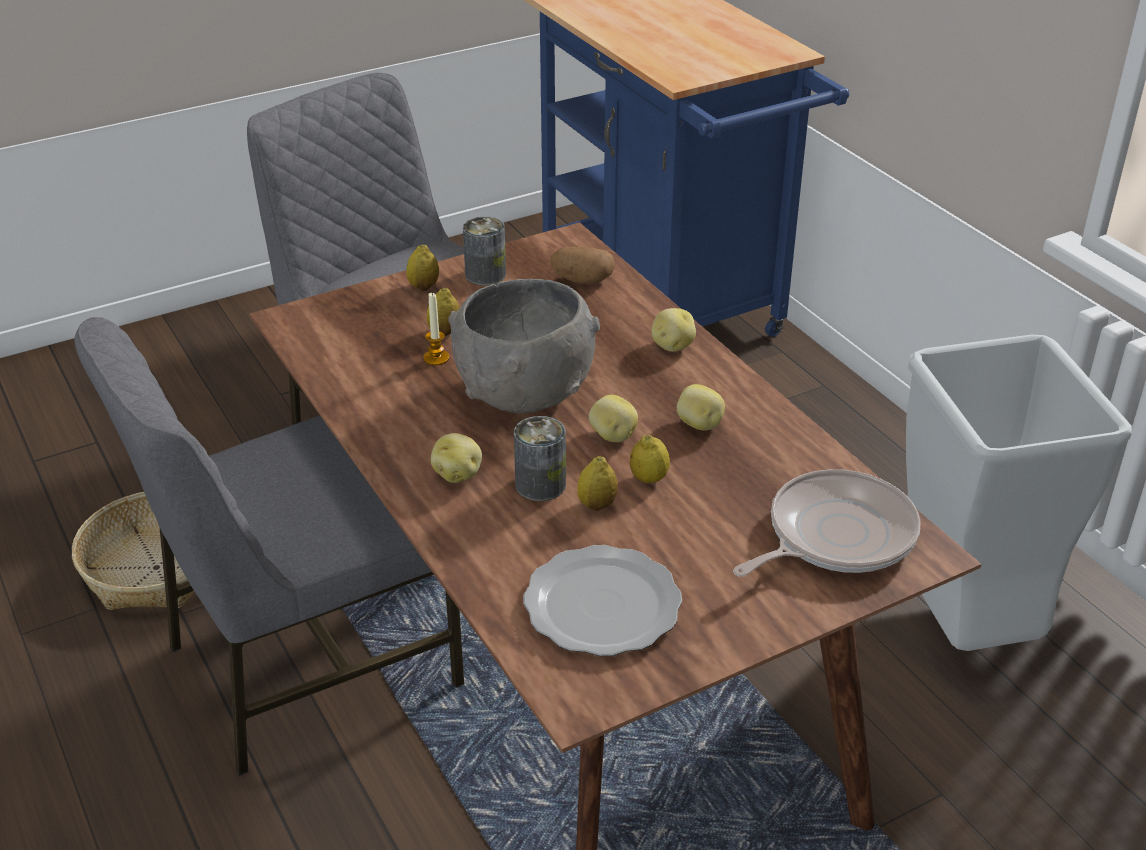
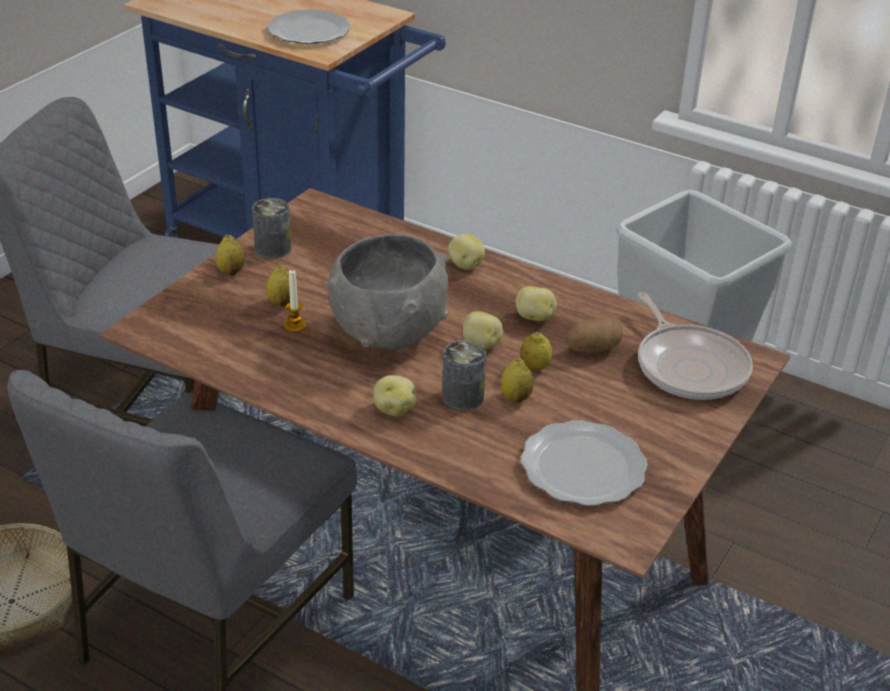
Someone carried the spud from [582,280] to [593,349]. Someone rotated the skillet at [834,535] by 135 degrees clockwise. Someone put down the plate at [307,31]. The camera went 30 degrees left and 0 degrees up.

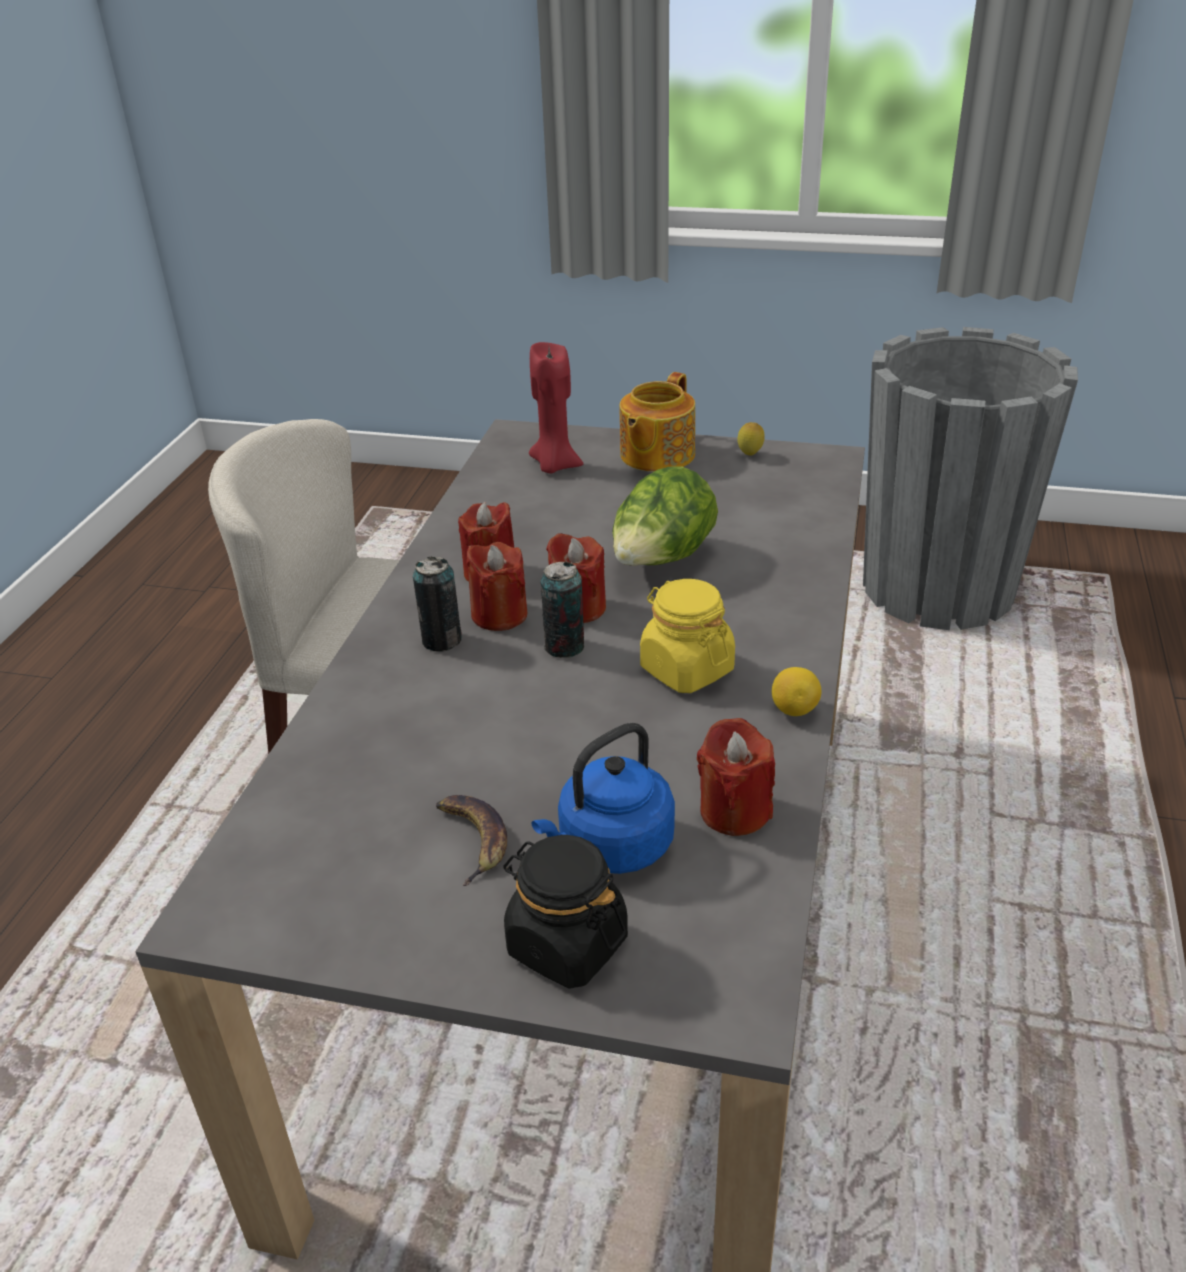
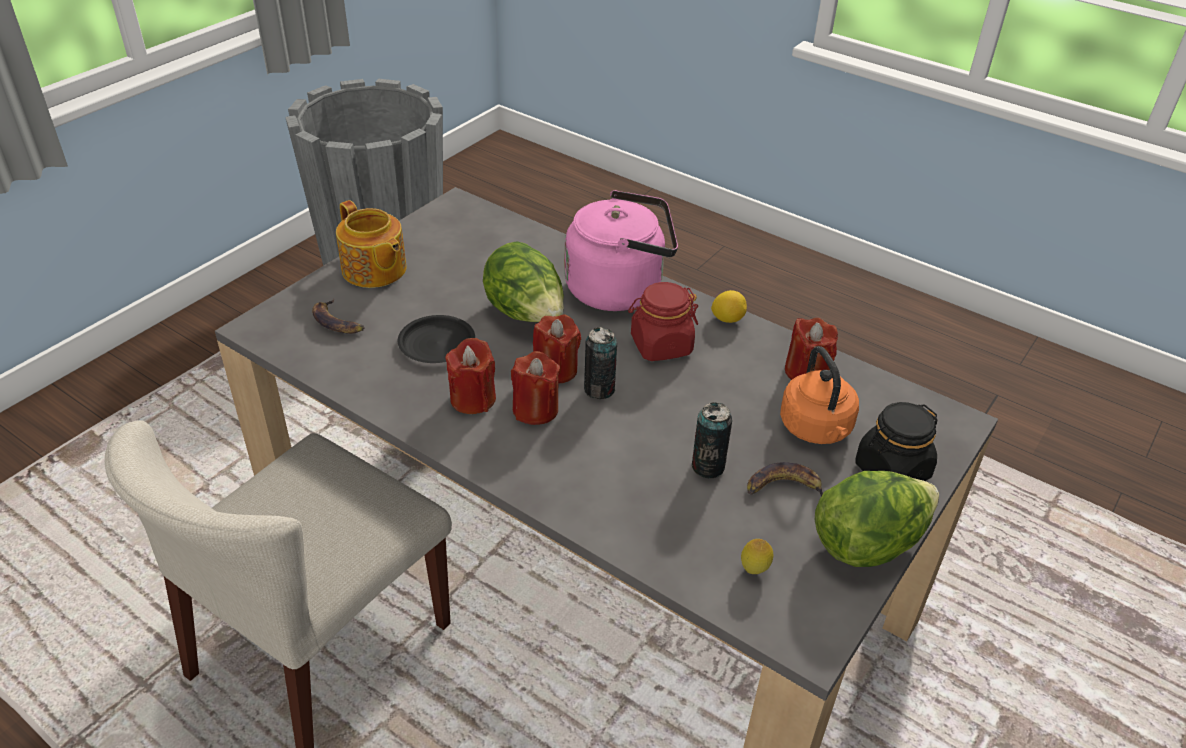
Someone swapped the wax light (red-coloured) at [554,466] for the banana at [337,322]. Someone carried the whole lemon from [750,455] to [754,570]. Someone carried the can from [442,640] to [708,466]. Someone repainted the storage jar (yellow) at [686,669], which became the storage jar (red-coloured) at [660,345]. Someone repainted the kettle (blue-coloured) at [611,847], which became the kettle (orange-coloured) at [816,429]. Someone put down the kettle (pink-coloured) at [620,289]. Someone put down the plate (black) at [437,344]. Someone put down the lettuce at [868,543]. The camera went 70 degrees left and 5 degrees up.

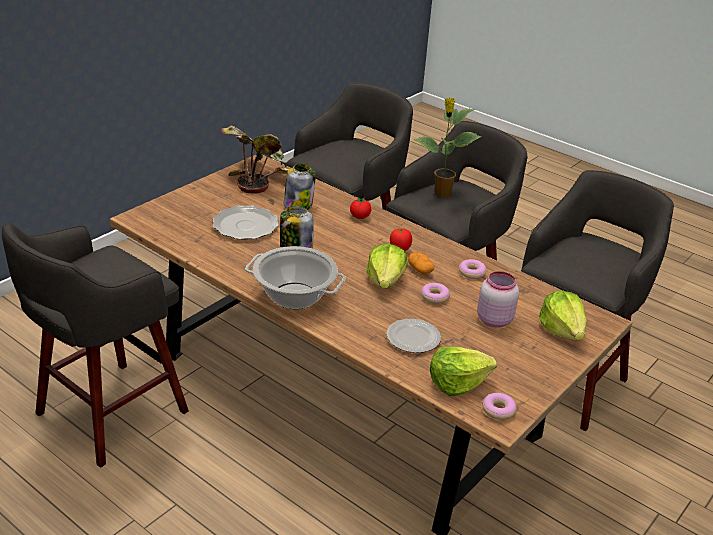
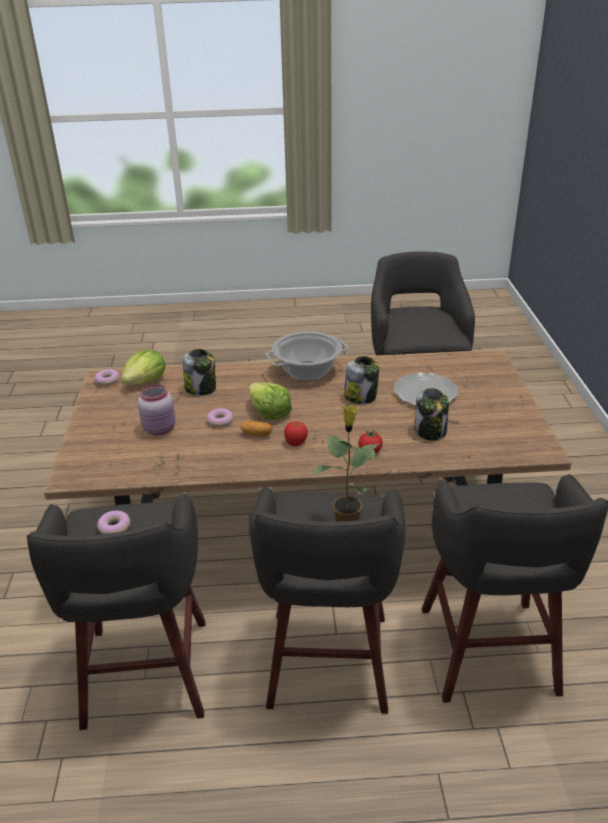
Someone took away the plant in a pot at [256,176]. Someone carried the ring doughnut from [471,272] to [114,527]. Someone took away the lettuce at [562,330]. Someone swapped the plate at [412,338] for the storage jar at [201,388]. The camera went 140 degrees right and 0 degrees up.

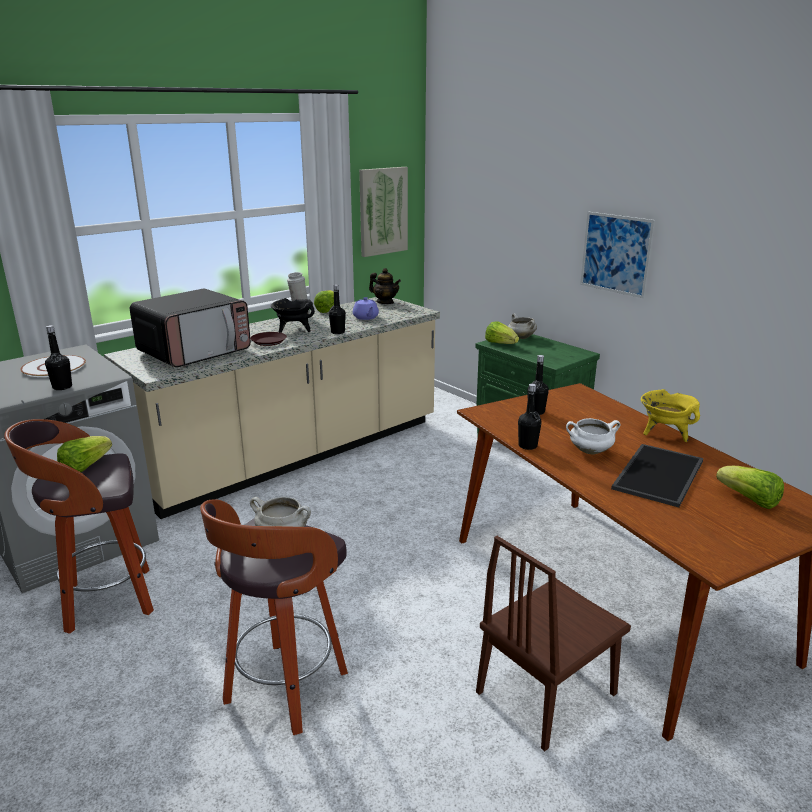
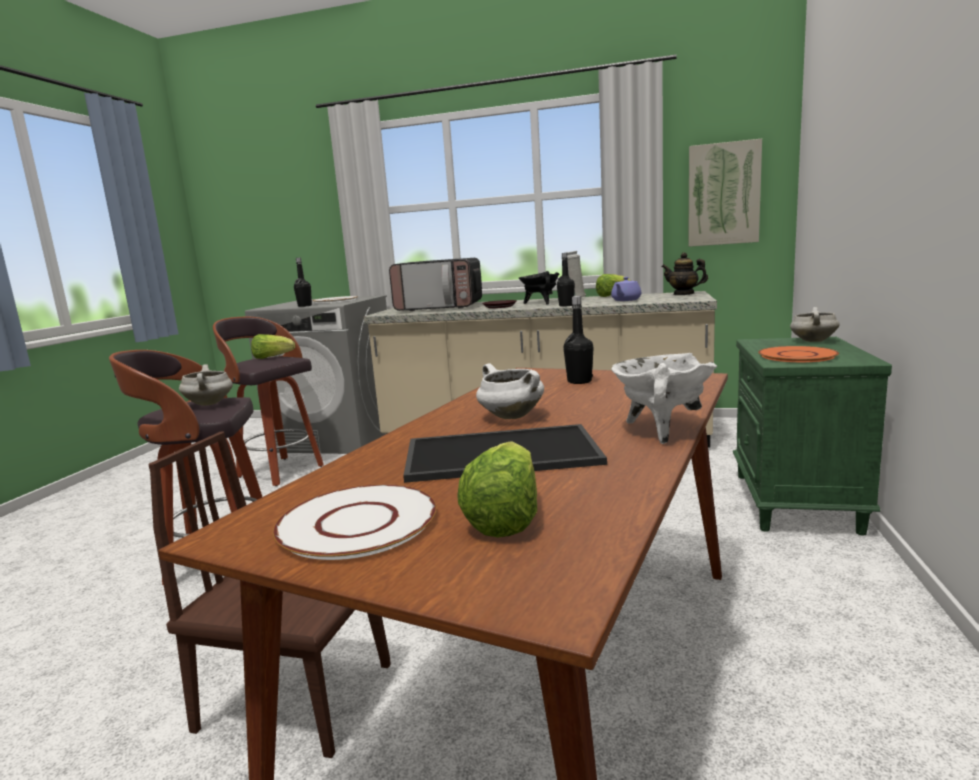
Someone took away the picture at [616,254]. Someone rotated the pot for tea at [385,302] by 120 degrees clockwise. Someone took away the lettuce at [500,344]. Someone took away the beverage bottle (black) at [527,446]. Someone repainted the stockpot (yellow) at [665,434], which became the stockpot (white-coloured) at [661,430]. Someone put down the plate (orange-coloured) at [796,356]. Someone put down the plate (white-coloured) at [358,522]. The camera went 55 degrees right and 10 degrees down.

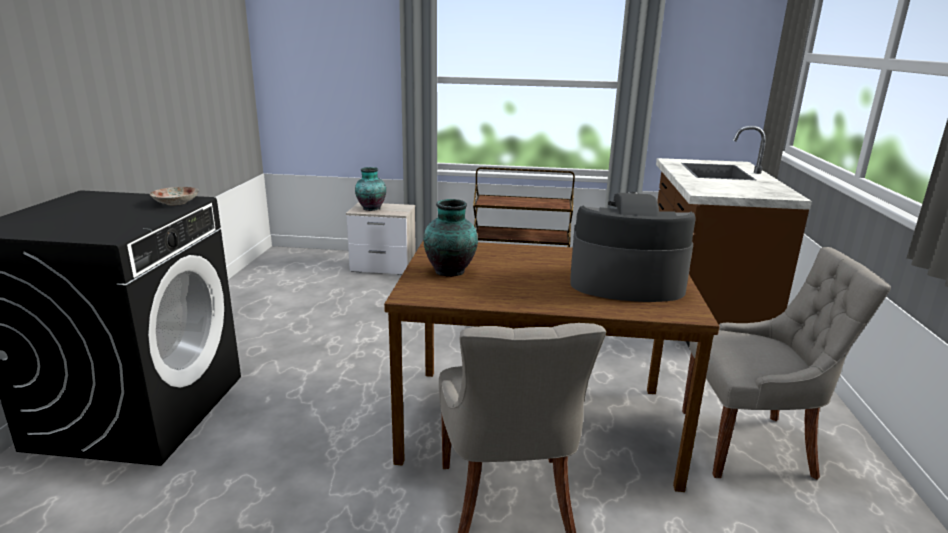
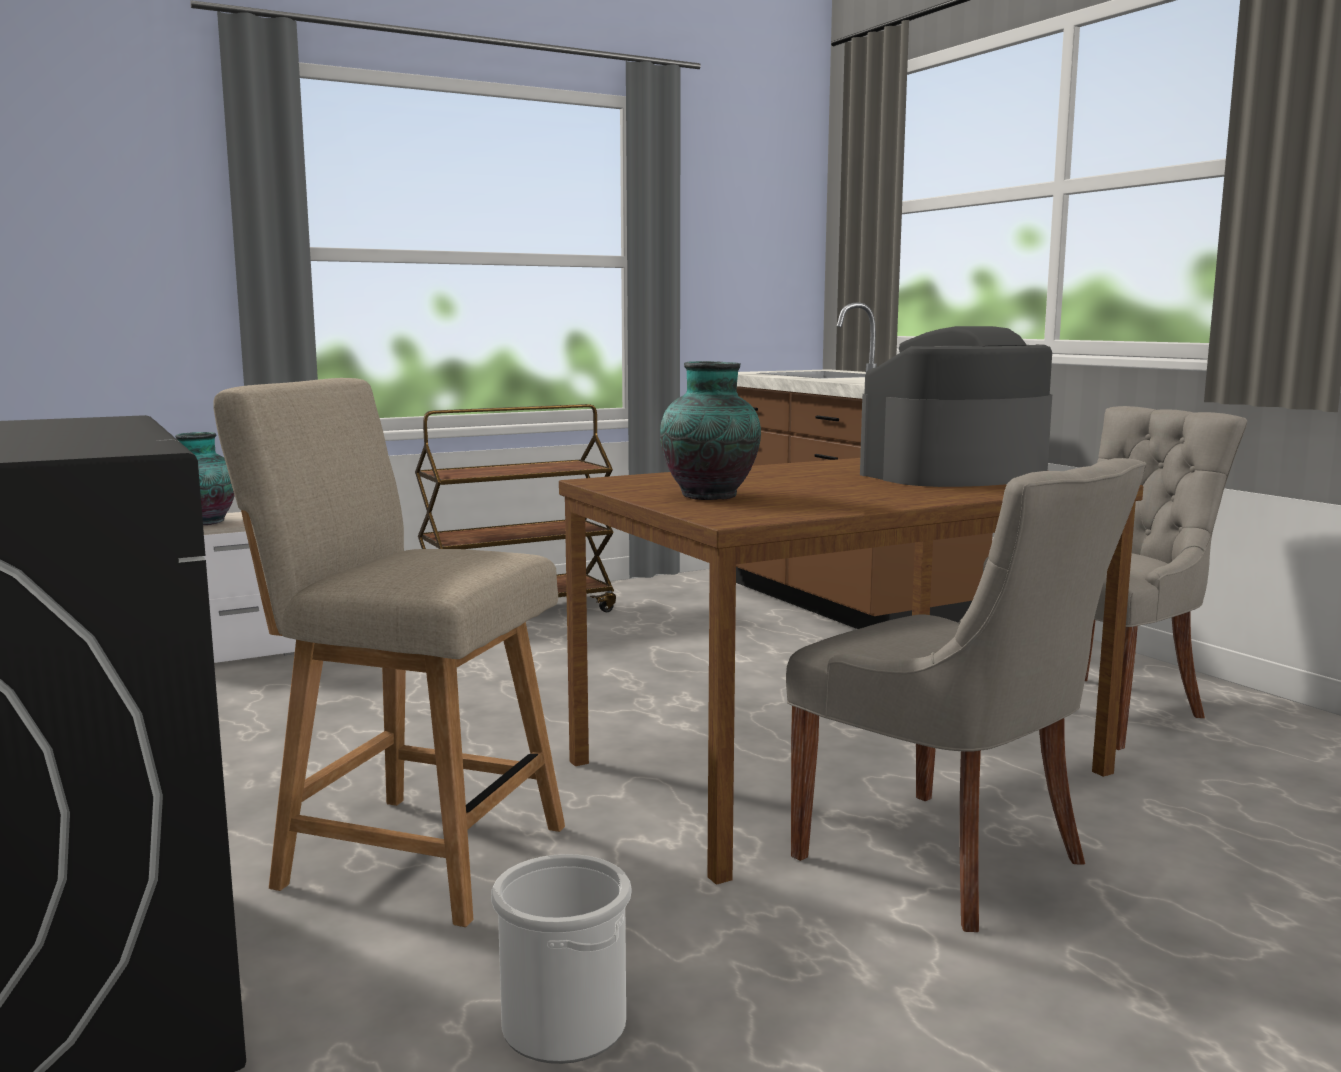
Someone took away the plate at [175,202]. Someone put down the chair (sand-coloured) at [411,853]. Someone put down the bucket at [562,1026]. The camera went 35 degrees left and 10 degrees down.

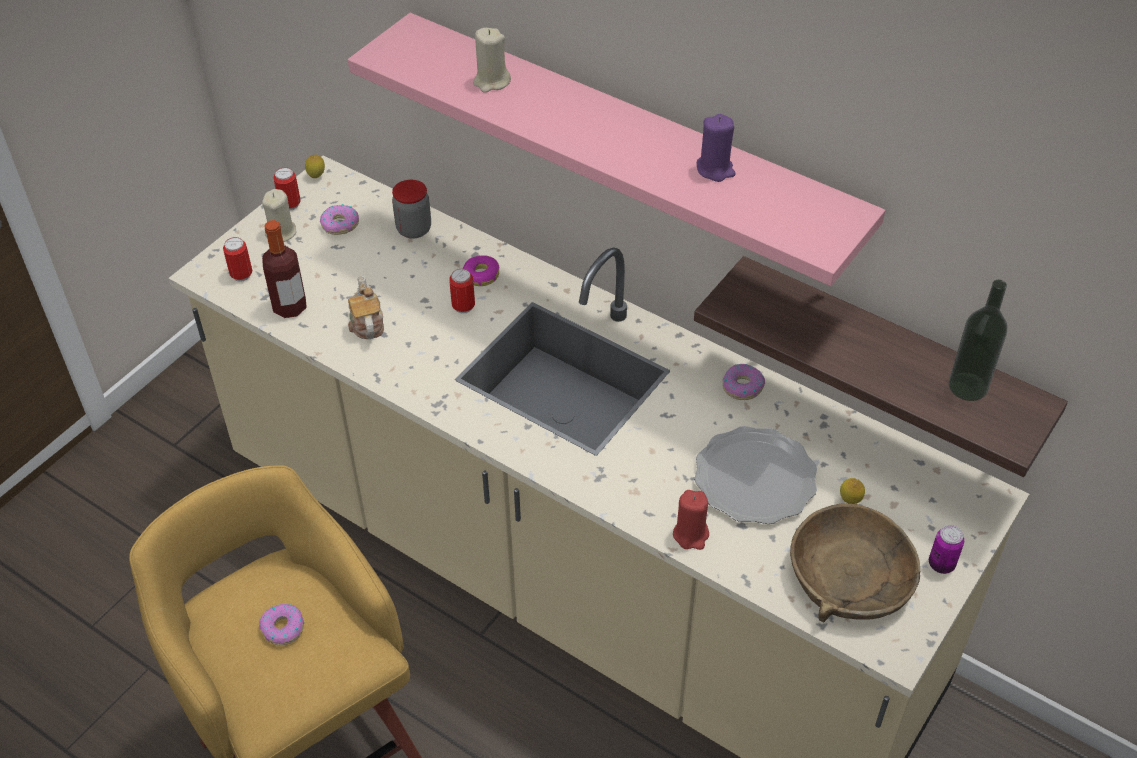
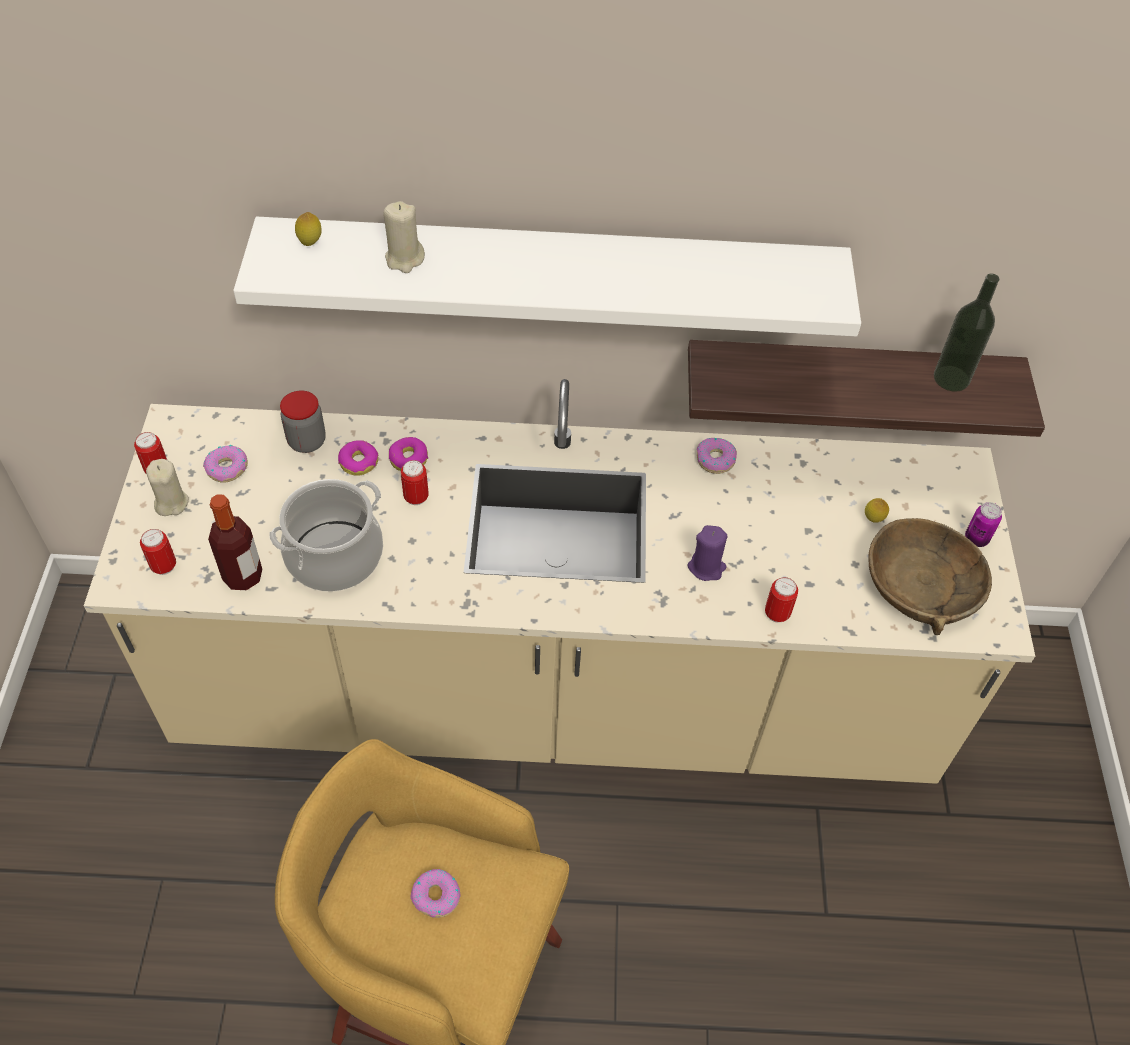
Someone repainted the bracket shelf (pink-coloured) at [628,142], which became the bracket shelf (white-coloured) at [551,271]. Someone carried the wax light (purple-coloured) from [715,169] to [706,567]. Someone carried the whole lemon from [316,177] to [310,243]. Someone swapped the pot for tea at [366,323] for the stockpot at [334,556]. Someone took away the plate at [755,478]. Someone swapped the wax light (red-coloured) at [691,534] for the can at [777,613]. Someone put down the ring doughnut at [359,462]. The camera went 35 degrees left and 5 degrees up.

